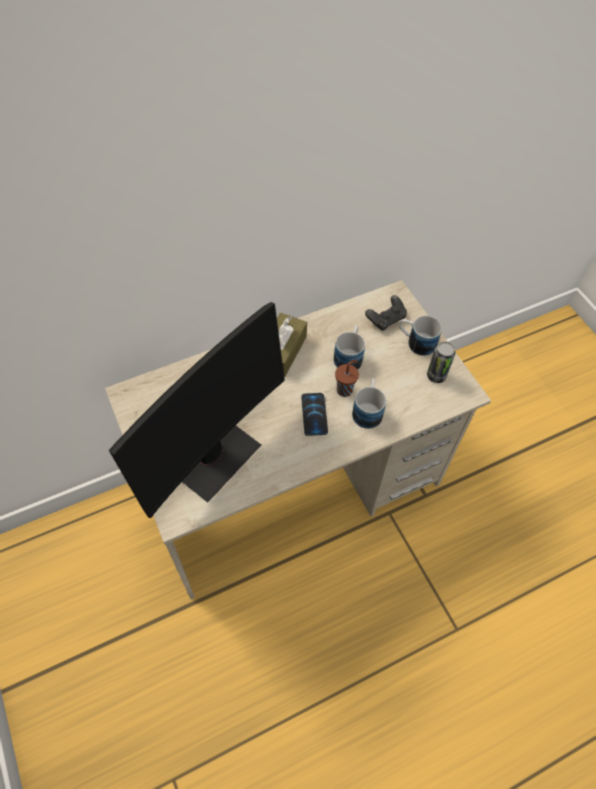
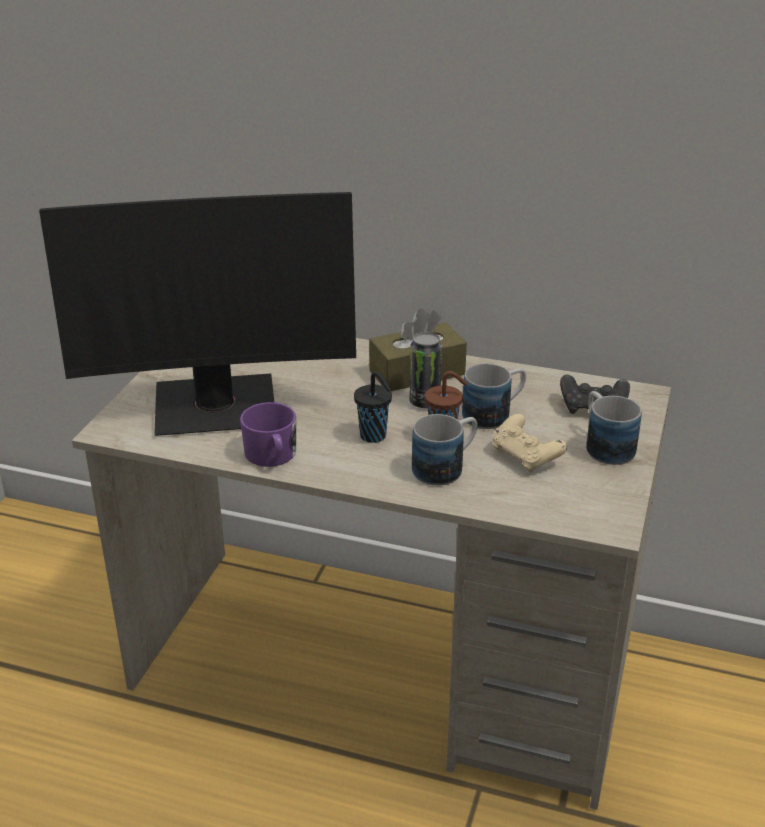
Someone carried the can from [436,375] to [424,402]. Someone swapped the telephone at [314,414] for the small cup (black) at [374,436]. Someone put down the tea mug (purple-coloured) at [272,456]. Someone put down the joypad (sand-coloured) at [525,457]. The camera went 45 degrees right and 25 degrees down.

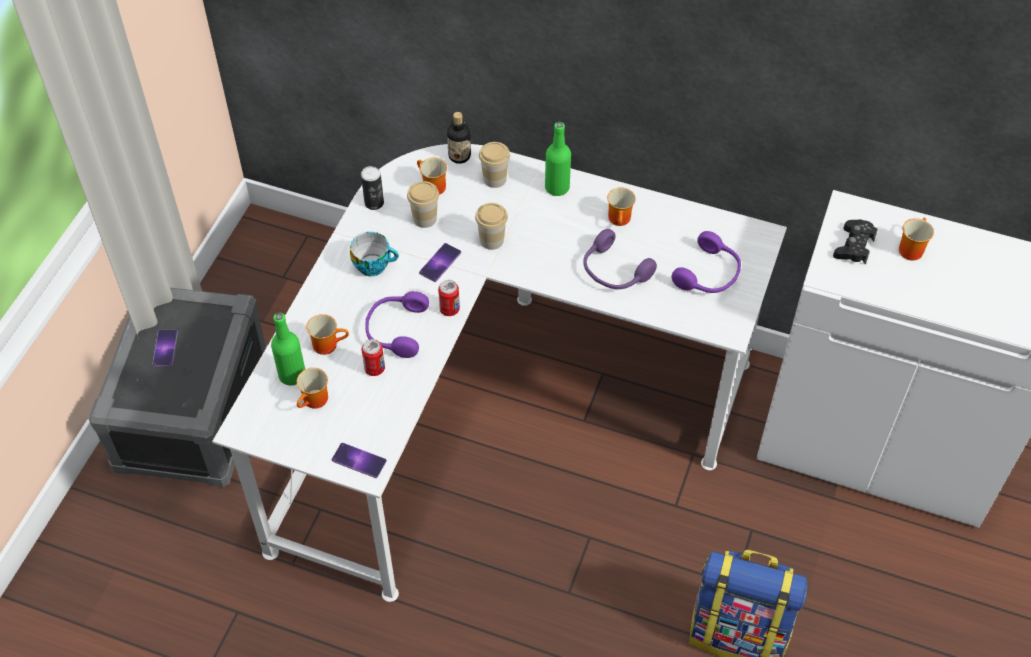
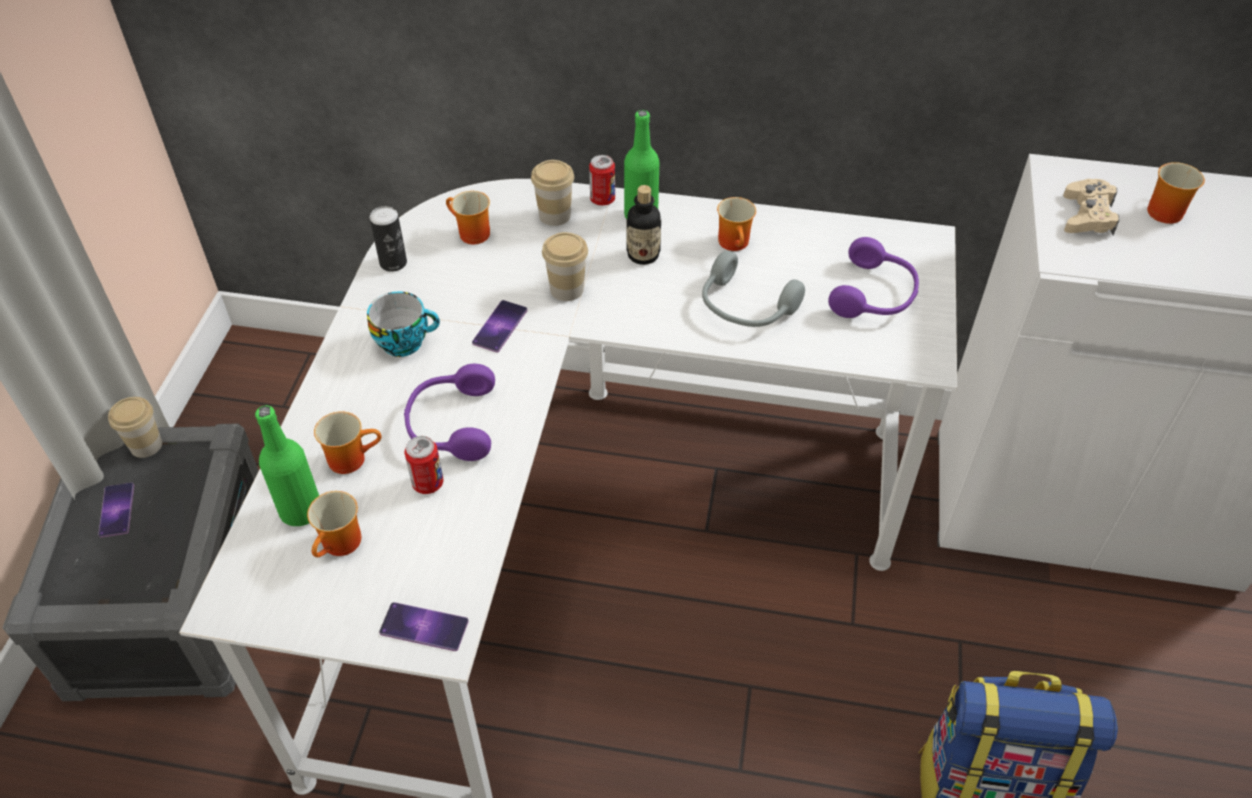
Someone carried the beverage bottle from [459,156] to [643,255]. Someone carried the small cup from [425,218] to [146,445]. Someone repainted the joypad (black) at [854,246], which became the joypad (sand-coloured) at [1087,216]. Someone repainted the headset (purple-coloured) at [613,271], which became the headset (gray) at [745,307]. Someone carried the can from [449,309] to [602,200]. The camera went 10 degrees left and 5 degrees down.

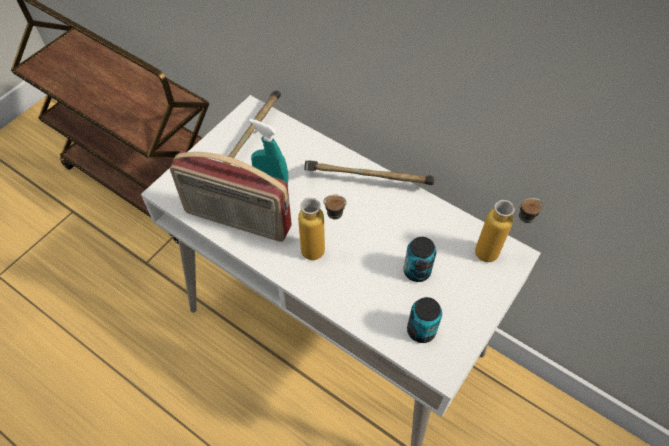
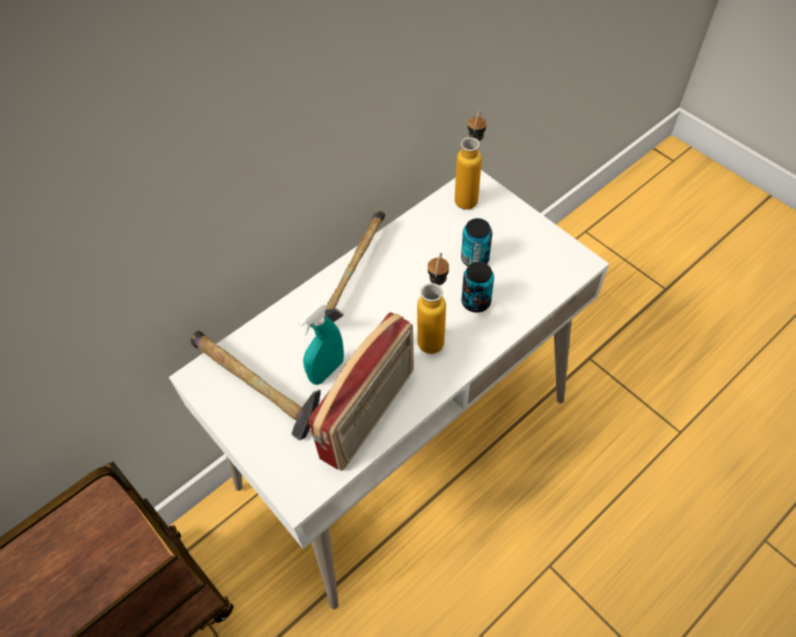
Someone carried the can from [421,330] to [476,302]. The camera went 75 degrees left and 0 degrees up.

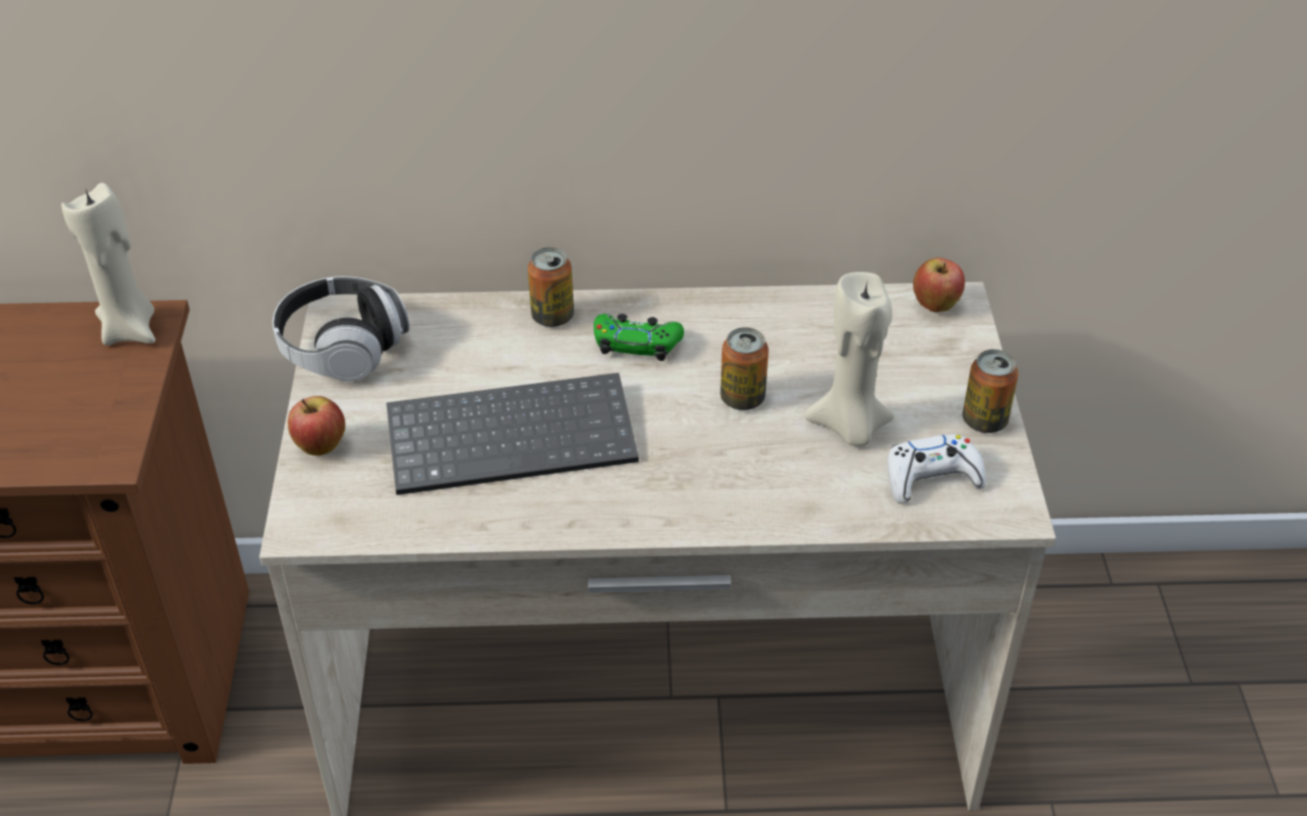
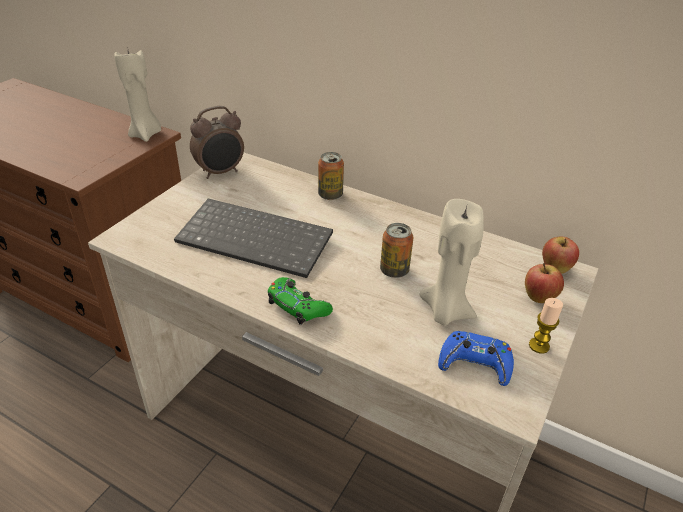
Someone swapped the headset at [343,348] for the bedside clock at [221,172]. Someone carried the joypad (green) from [637,344] to [298,306]. Someone swapped the can at [984,421] for the wax light at [539,346]. Someone carried the whole apple from [321,447] to [538,298]. Someone repainted the joypad (white-coloured) at [931,477], which became the joypad (blue-coloured) at [475,363]. The camera went 30 degrees right and 5 degrees down.

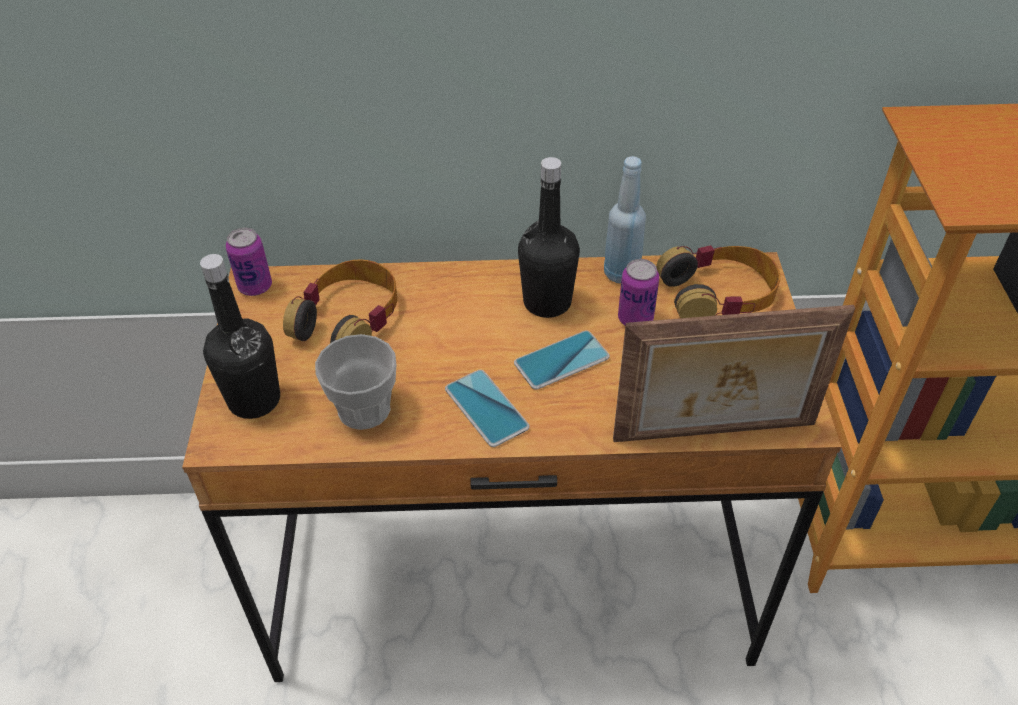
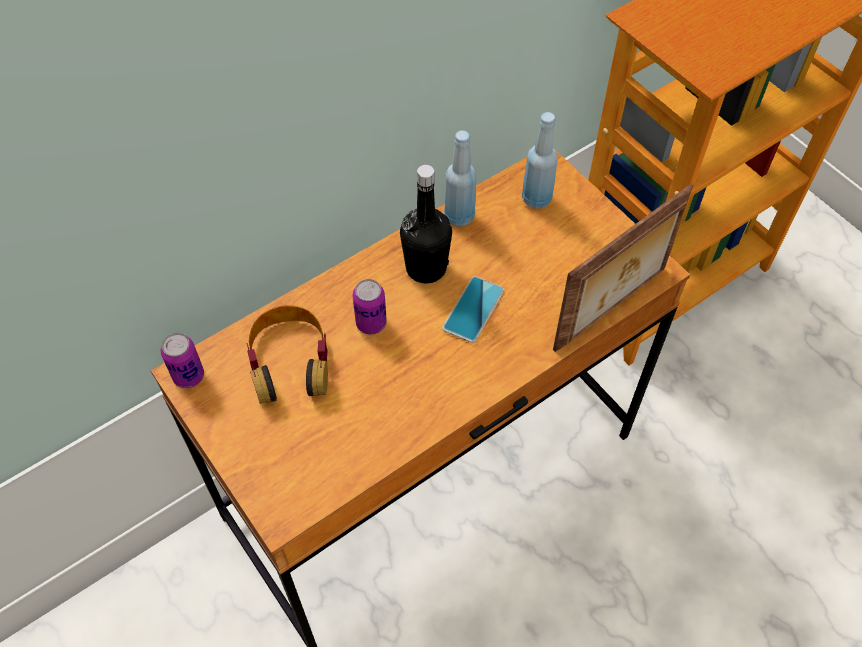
Someone swapped the headset at [718,294] for the beverage bottle (blue-coloured) at [536,199]. Someone took away the beverage bottle (black) at [254,400]. Someone carried the can from [635,319] to [371,323]. Someone took away the small cup at [364,409]. Someone took away the telephone at [486,408]. The camera went 35 degrees left and 10 degrees up.

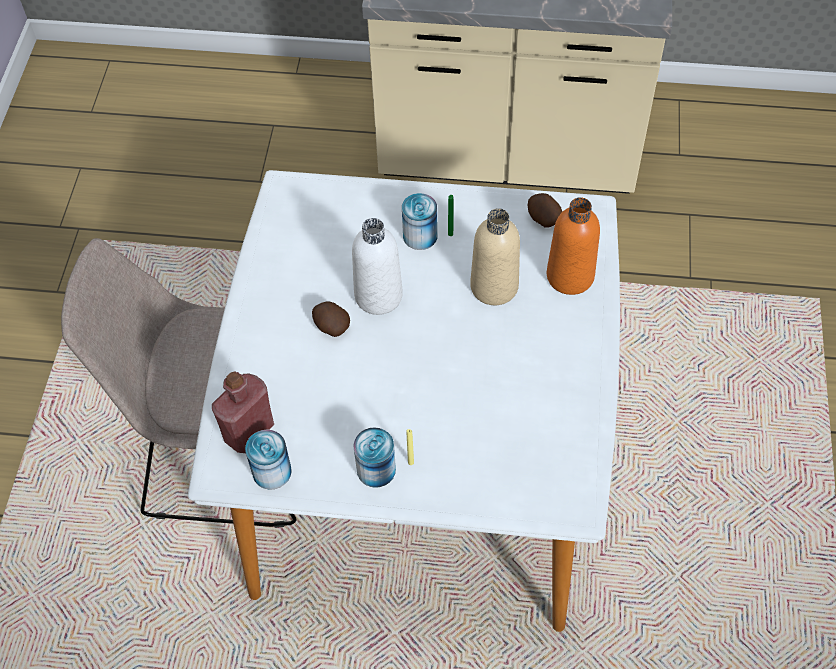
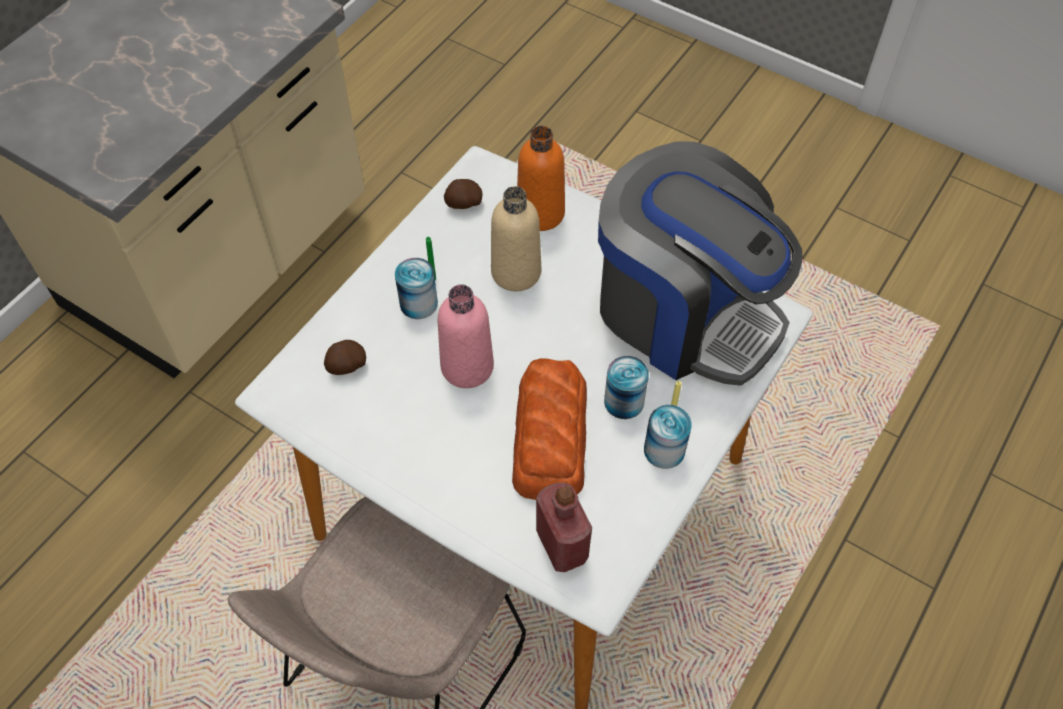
Someone repainted the beverage bottle (white-coloured) at [378,296], which became the beverage bottle (pink-coloured) at [467,367]. Someone carried the spud from [331,326] to [346,366]. Someone carried the can from [272,471] to [624,401]. Someone put down the coffee machine at [684,313]. Someone put down the baked bread at [549,438]. The camera went 65 degrees left and 0 degrees up.

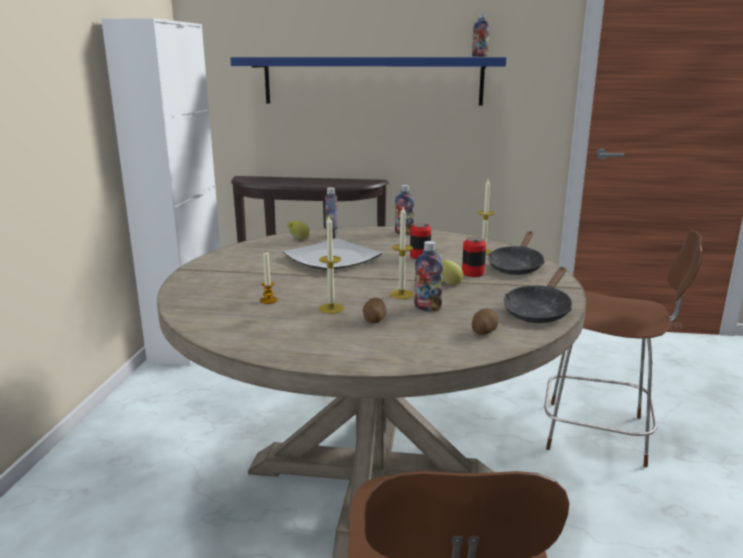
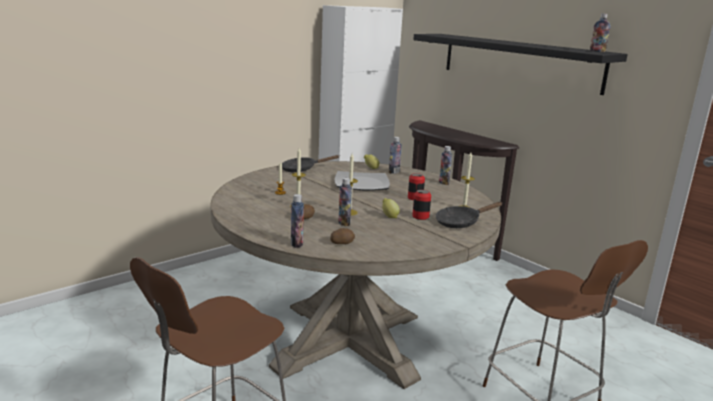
Someone repainted the bracket shelf (blue-coloured) at [372,81], which became the bracket shelf (black) at [519,61]. Someone carried the skillet (black) from [538,311] to [302,169]. Someone put down the beverage bottle at [296,243]. The camera went 40 degrees right and 0 degrees up.

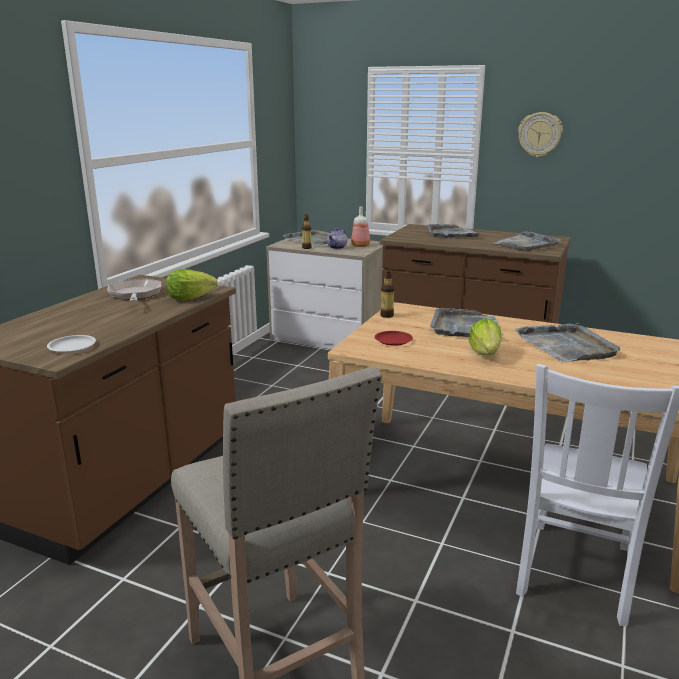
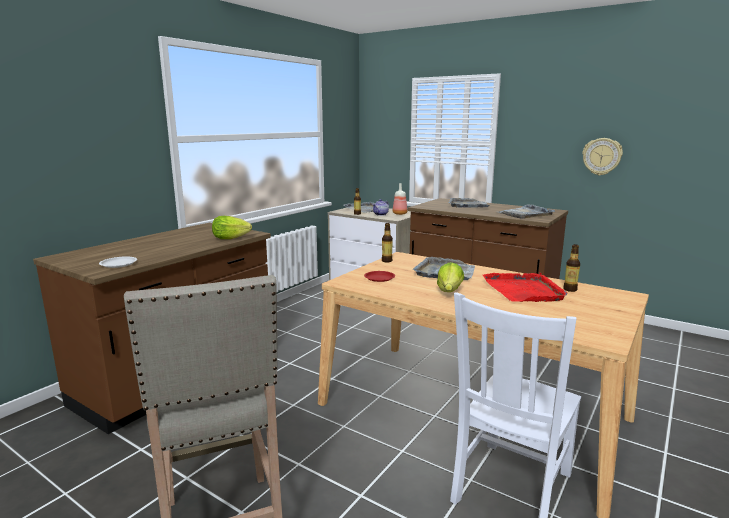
Someone carried the clock on the wall from [539,134] to [602,156]. Someone took away the skillet at [135,295]. Someone repainted the serving tray (gray) at [566,346], which became the serving tray (red-coloured) at [524,290]. Someone put down the beverage bottle at [570,289]. The camera went 10 degrees right and 5 degrees down.

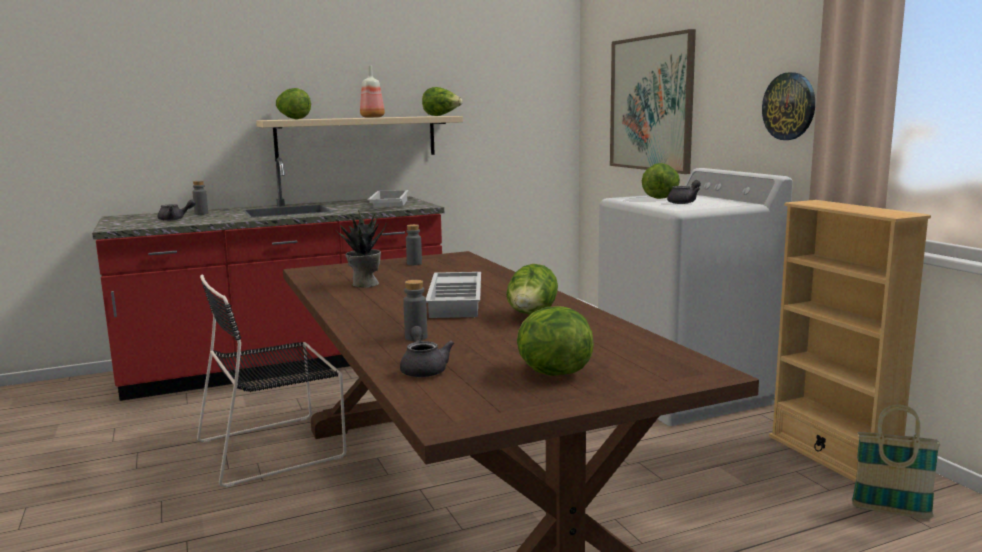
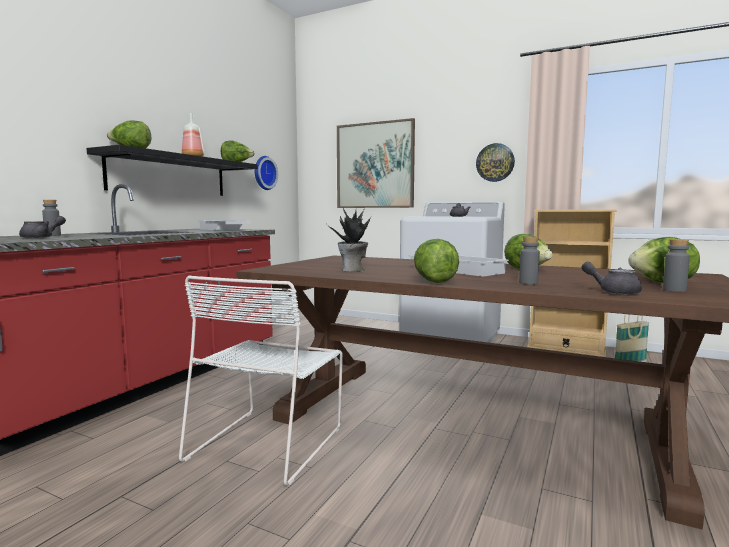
Someone repainted the bracket shelf (sand-coloured) at [356,138], which became the bracket shelf (black) at [170,175]. Someone carried the lettuce from [661,198] to [433,281]. Someone carried the beverage bottle (gray) from [414,263] to [674,290]. Someone repainted the chair (black) at [276,448], which became the chair (white-coloured) at [269,441]. Someone put up the clock on the wall at [263,173]. The camera went 40 degrees left and 5 degrees down.

